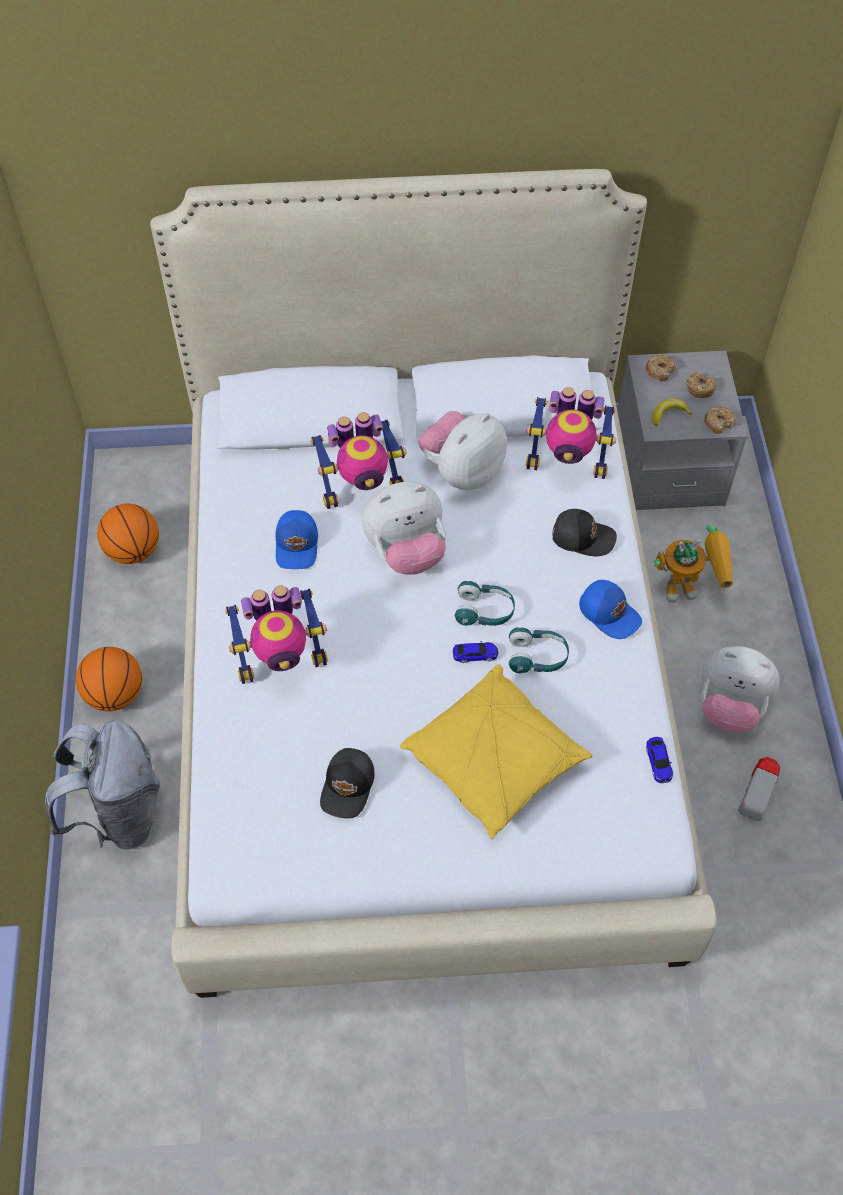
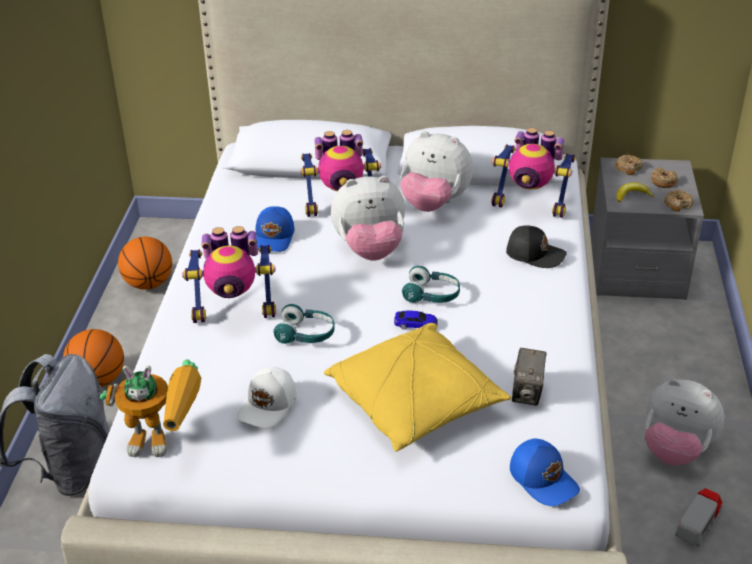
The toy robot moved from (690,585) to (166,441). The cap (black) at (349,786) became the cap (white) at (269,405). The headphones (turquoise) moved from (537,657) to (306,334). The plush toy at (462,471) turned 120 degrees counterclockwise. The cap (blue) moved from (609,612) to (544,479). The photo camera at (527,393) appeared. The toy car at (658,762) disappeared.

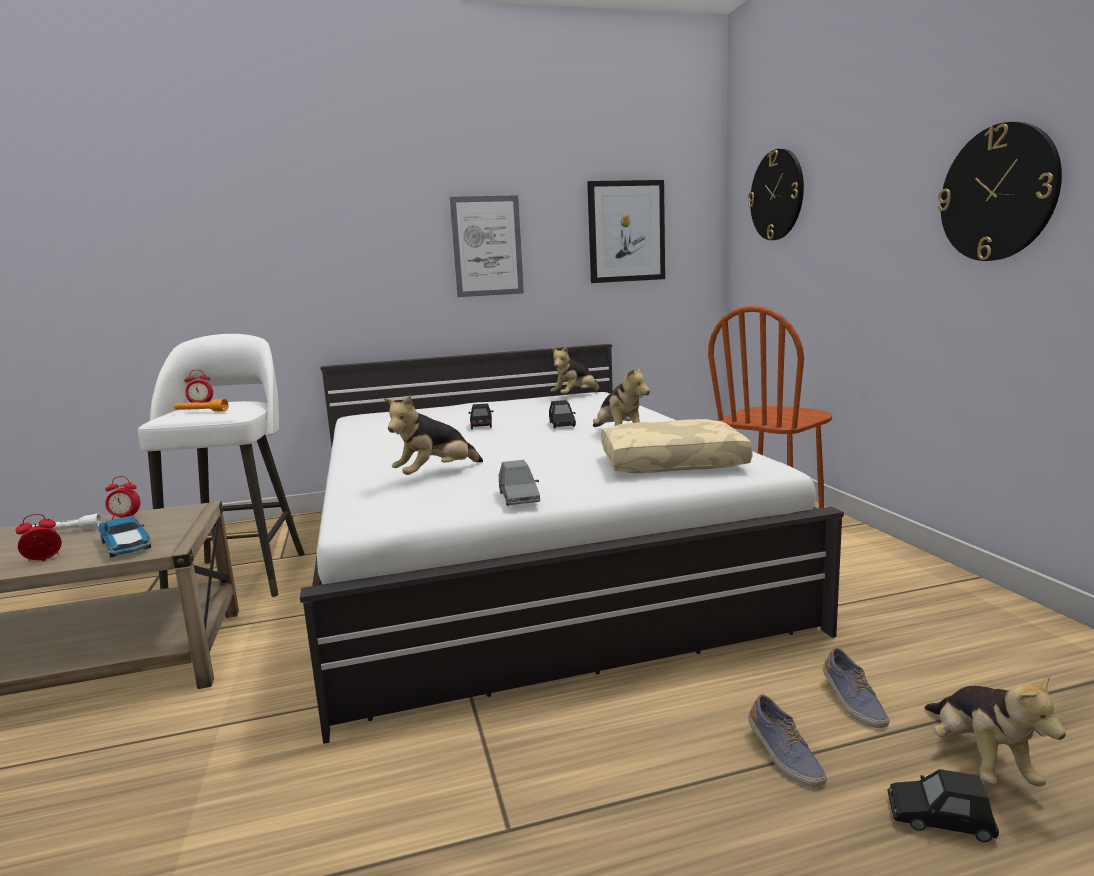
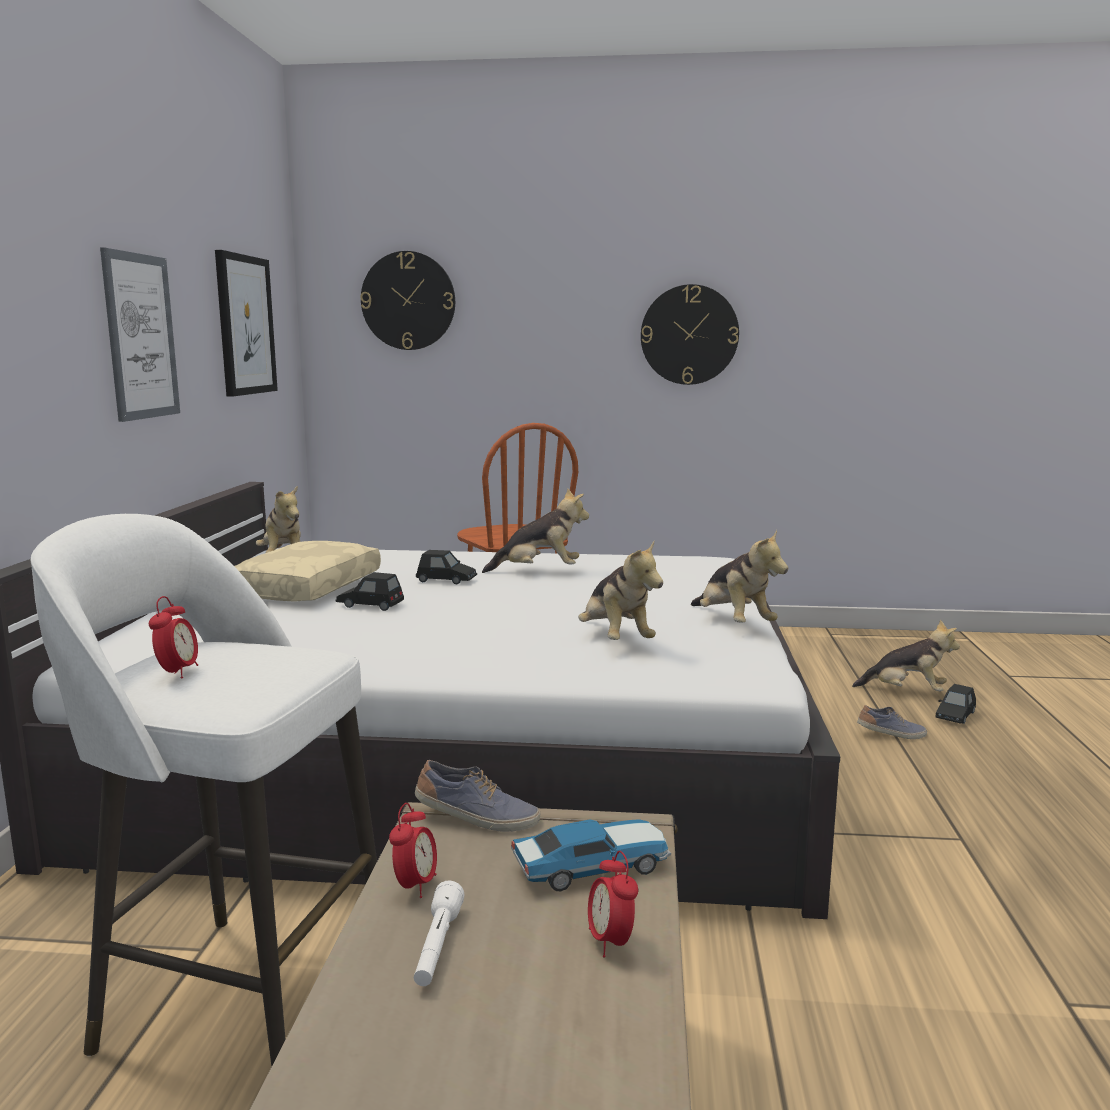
The pillow (beige) moved from (673,463) to (306,587). The shoe moved from (852,702) to (476,819). The toy car (grey) at (519,498) was replaced by the plush toy at (733,623). The flashlight (orange) at (201,411) disappeared.

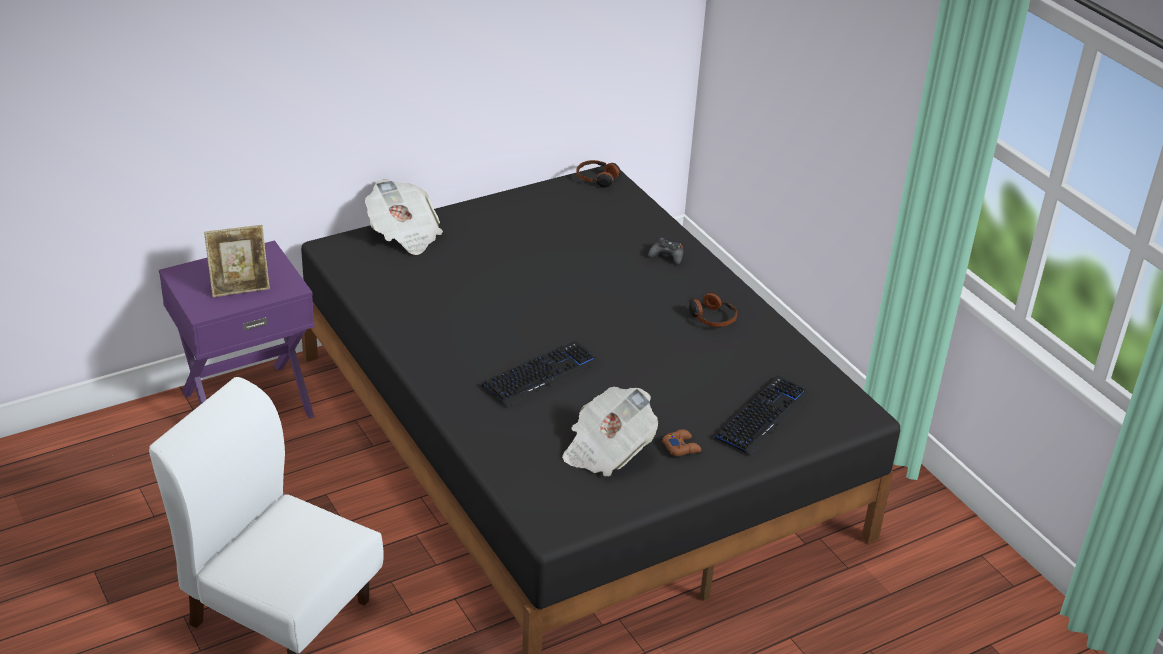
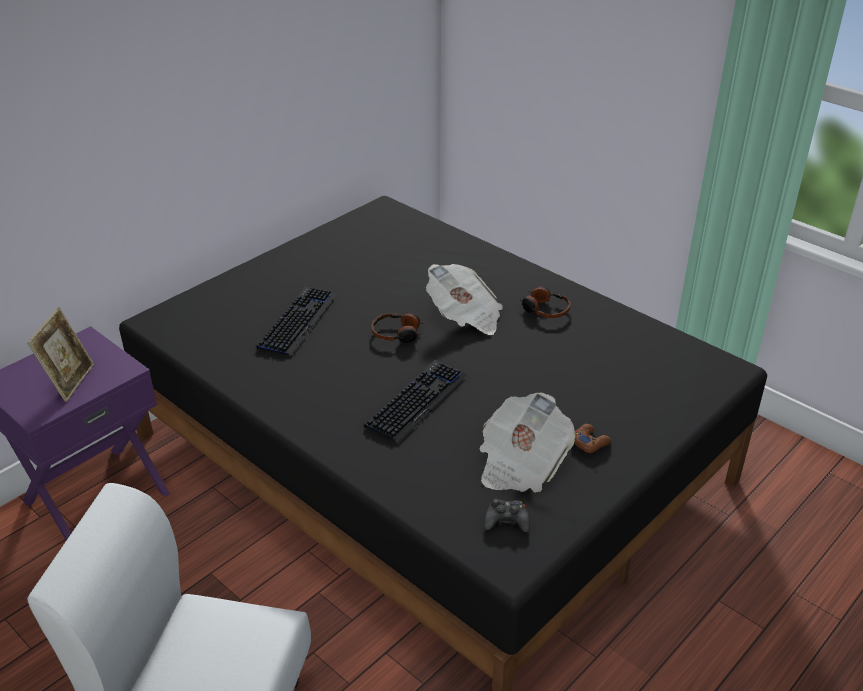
The picture frame at (240,287) turned 45 degrees counterclockwise. The keyboard moved from (762,416) to (297,321). The headphones moved from (598,179) to (397,334). The newspaper moved from (404,234) to (465,316). The game controller (black) moved from (667,256) to (506,521).

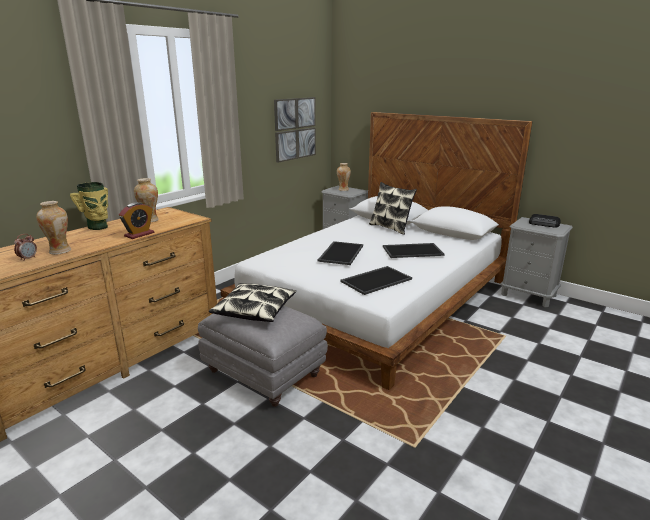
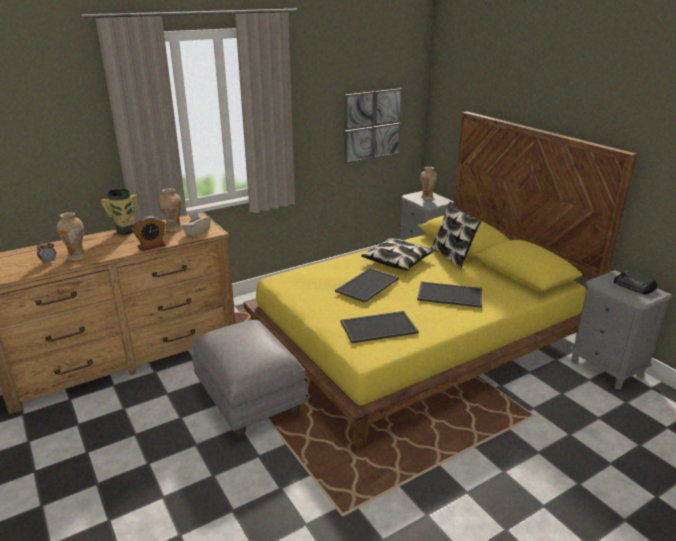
The tissue box (beige) at (197,232) appeared. The bed (white) at (377,300) became the bed (yellow) at (416,338). The pillow moved from (255,310) to (397,260).

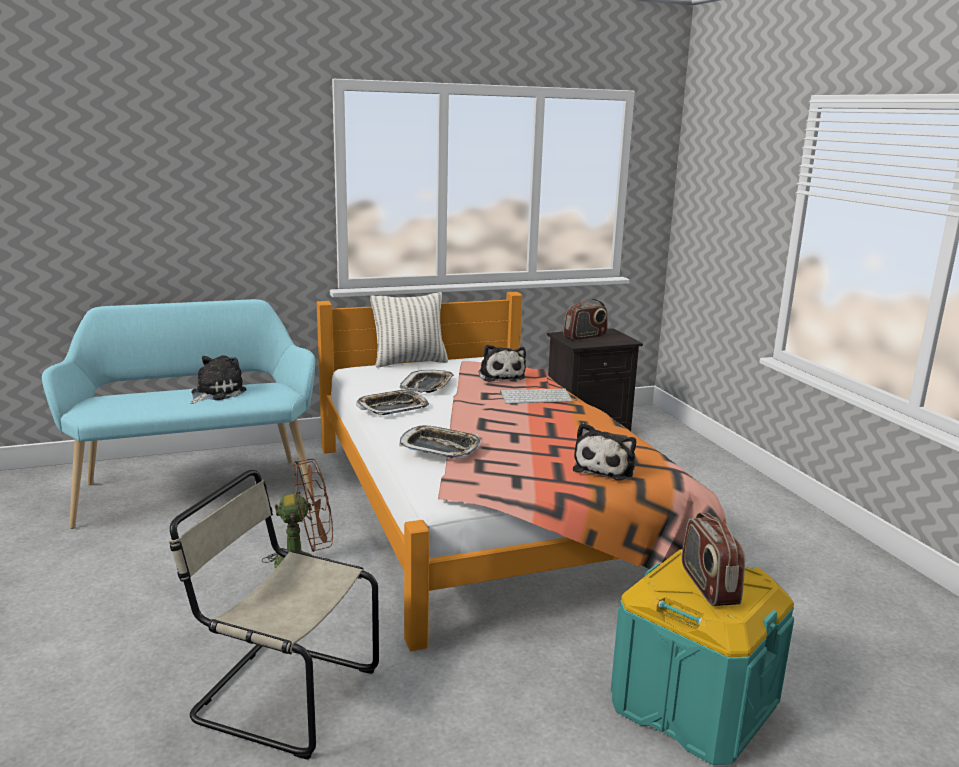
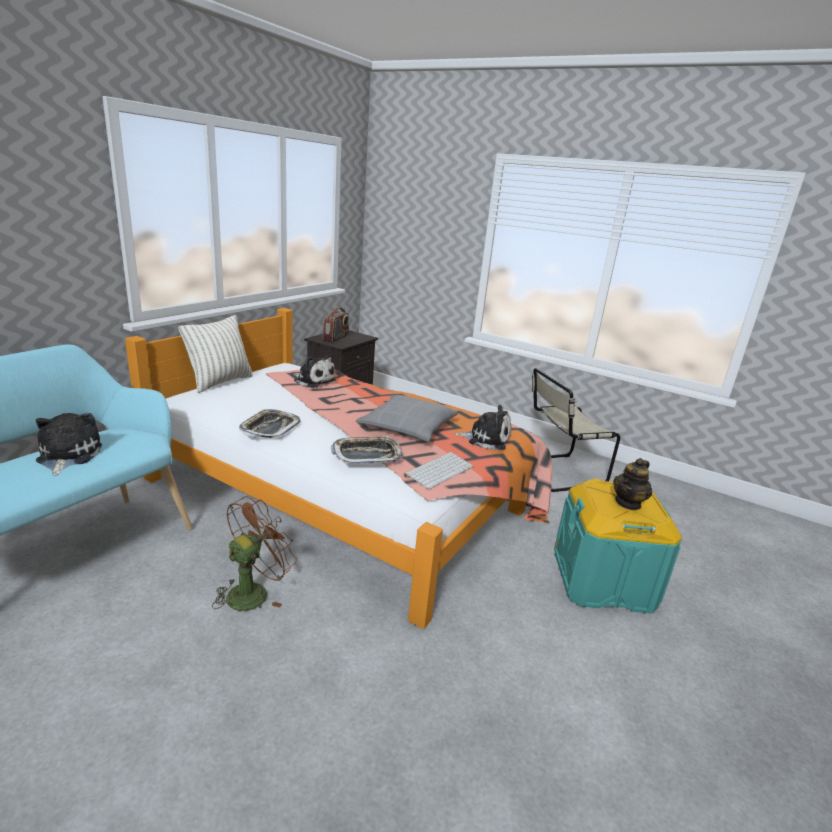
The pillow (grey) at (408,427) appeared. The keyboard moved from (536,397) to (439,470). The plush toy at (606,468) turned 60 degrees counterclockwise. The chair (beige) moved from (280,694) to (557,473). The radio at (708,585) was replaced by the teapot at (628,503). The tray at (427,386) disappeared.

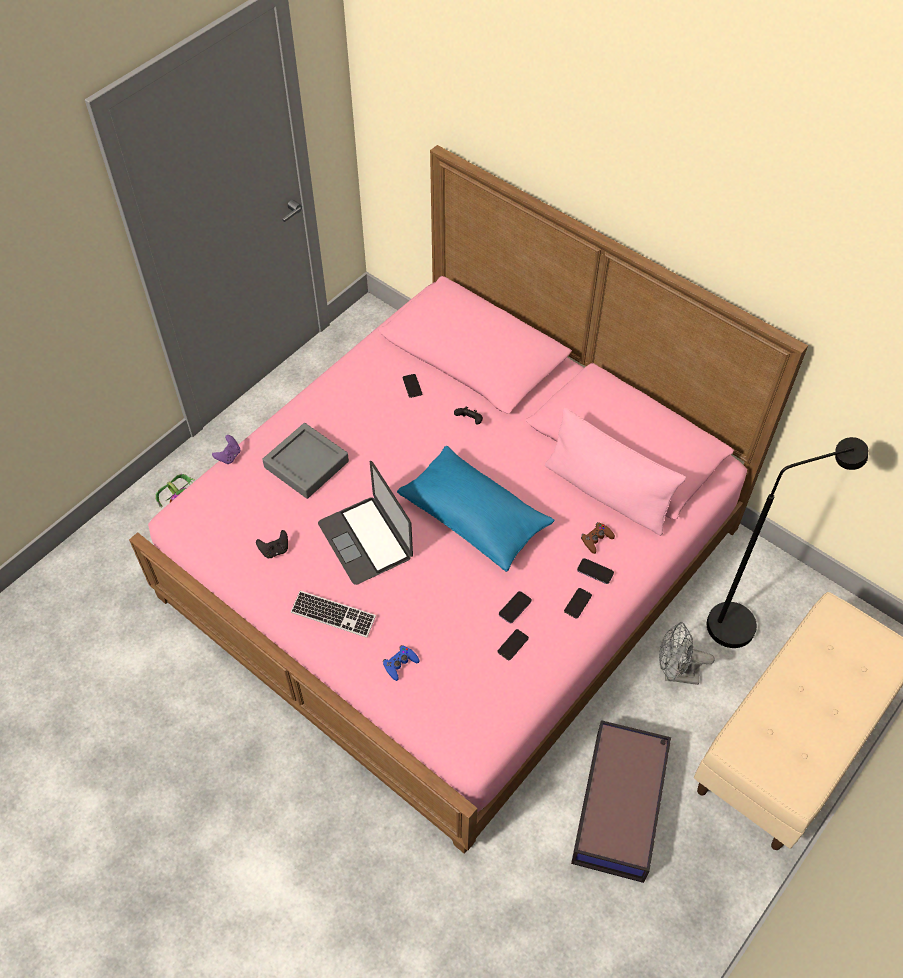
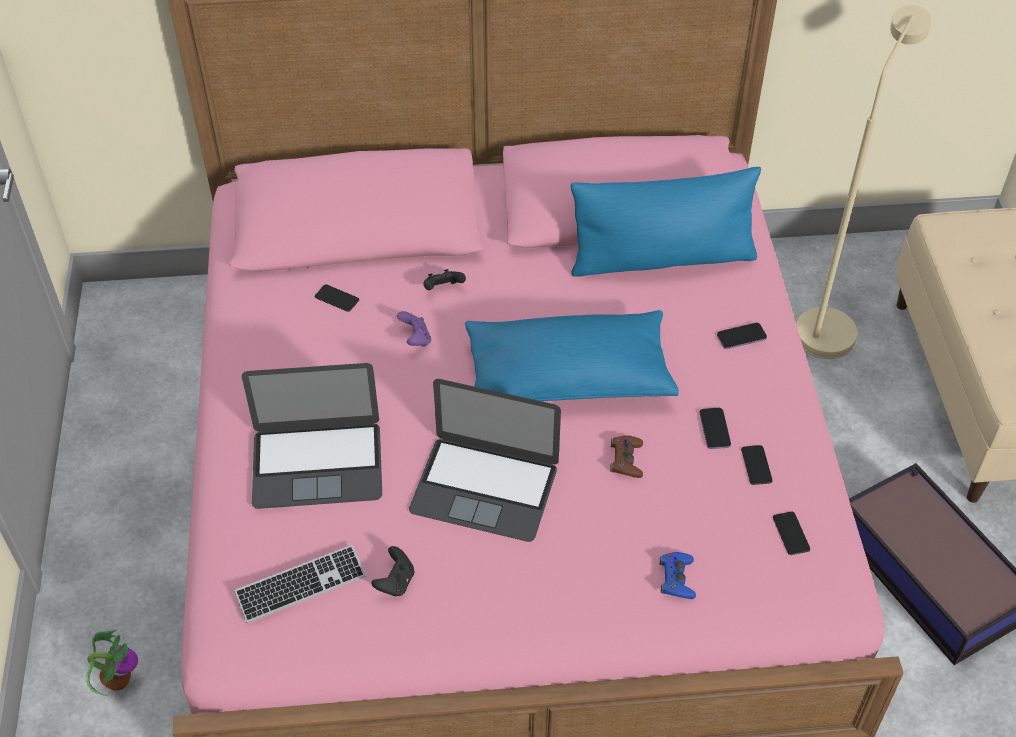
The keyboard moved from (333,615) to (301,585). The tray (grey) at (306,464) was replaced by the laptop at (317,464). The game controller (purple) moved from (229,456) to (415,339). The pillow (pink) at (607,493) became the pillow (blue) at (662,258). The game controller (brown) moved from (596,539) to (626,460). The phone moved from (577,603) to (791,533). The floor lamp (black) at (742,621) became the floor lamp (beige) at (828,323). The fan (grey) at (675,673) disappeared.

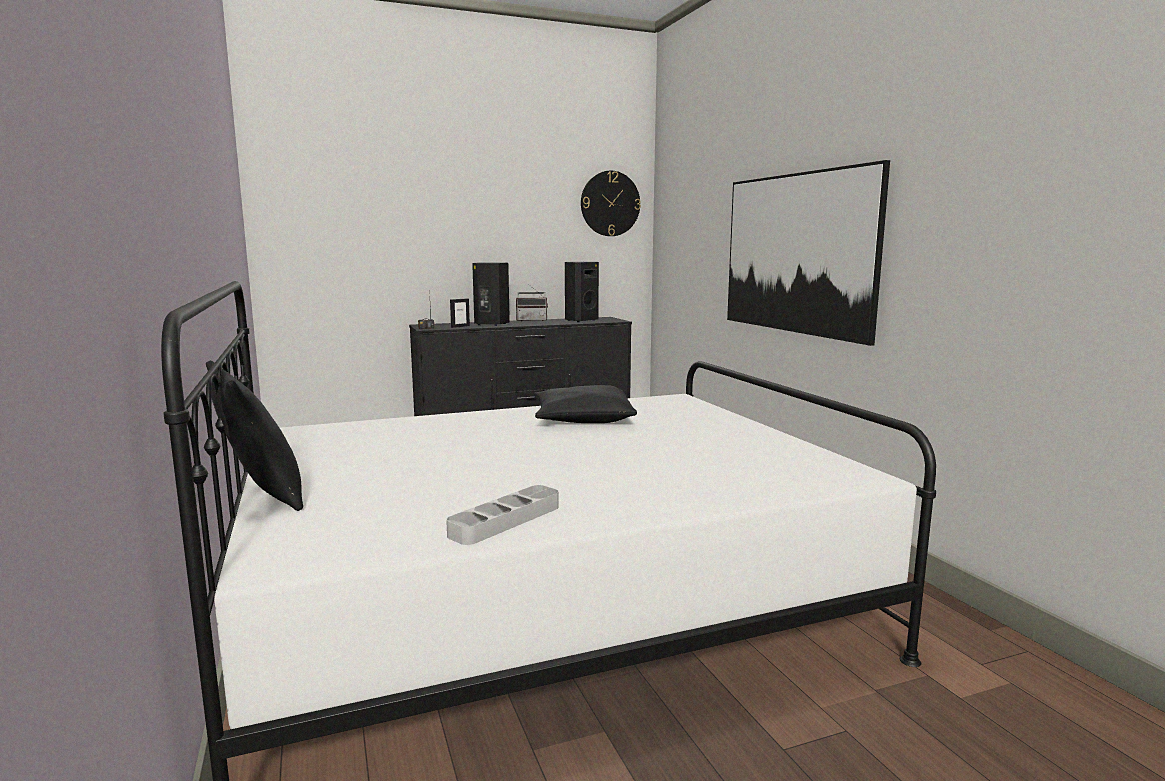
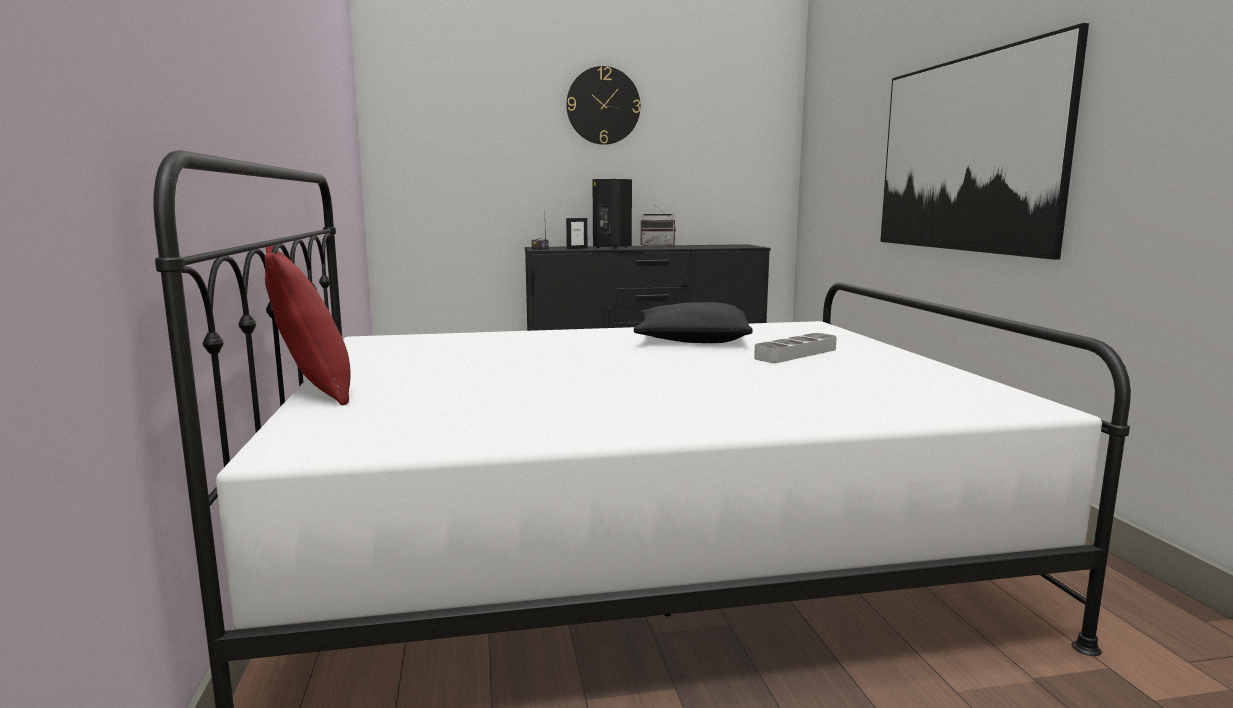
The pillow (black) at (260,494) became the pillow (red) at (312,389). The wall clock moved from (610,203) to (603,106). The tray (grey) moved from (505,520) to (796,354). The speaker (black) at (580,320) disappeared.

